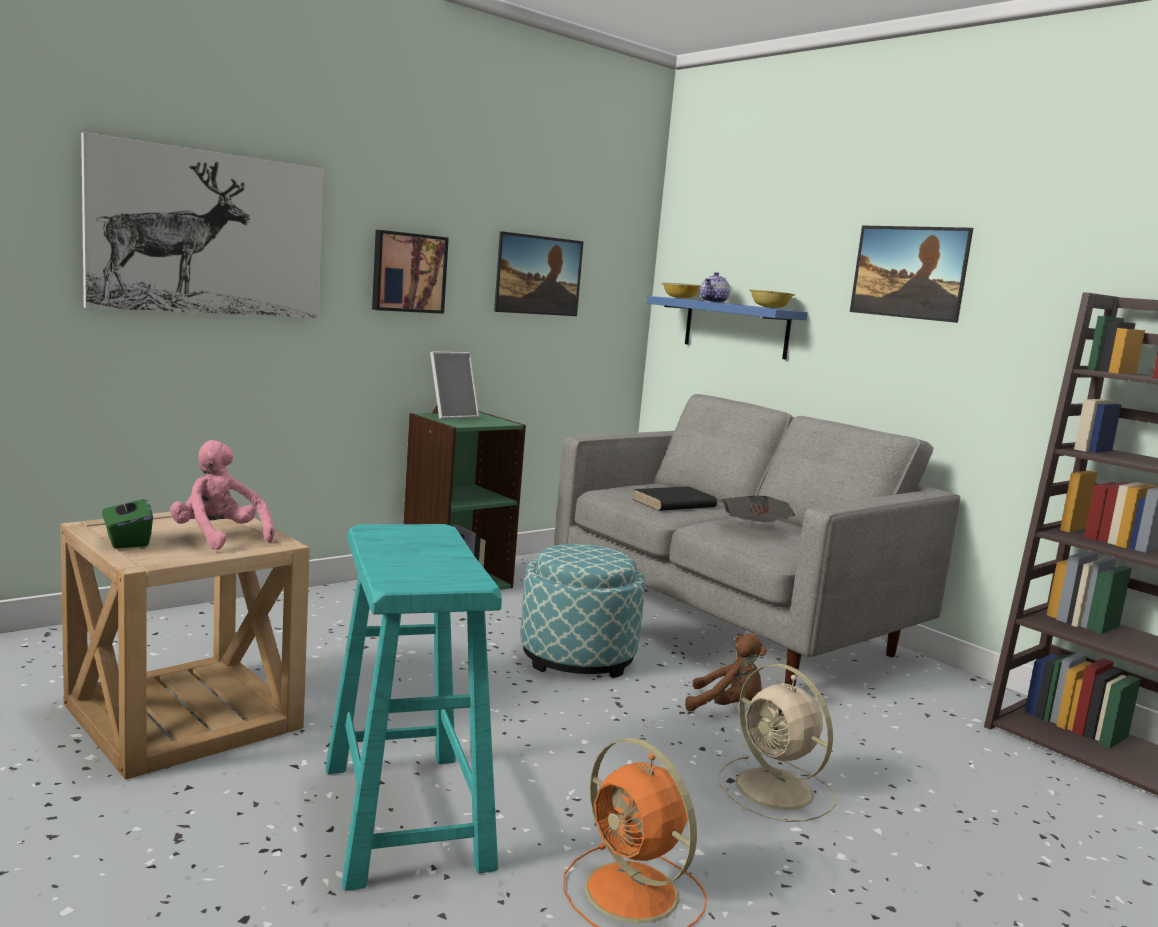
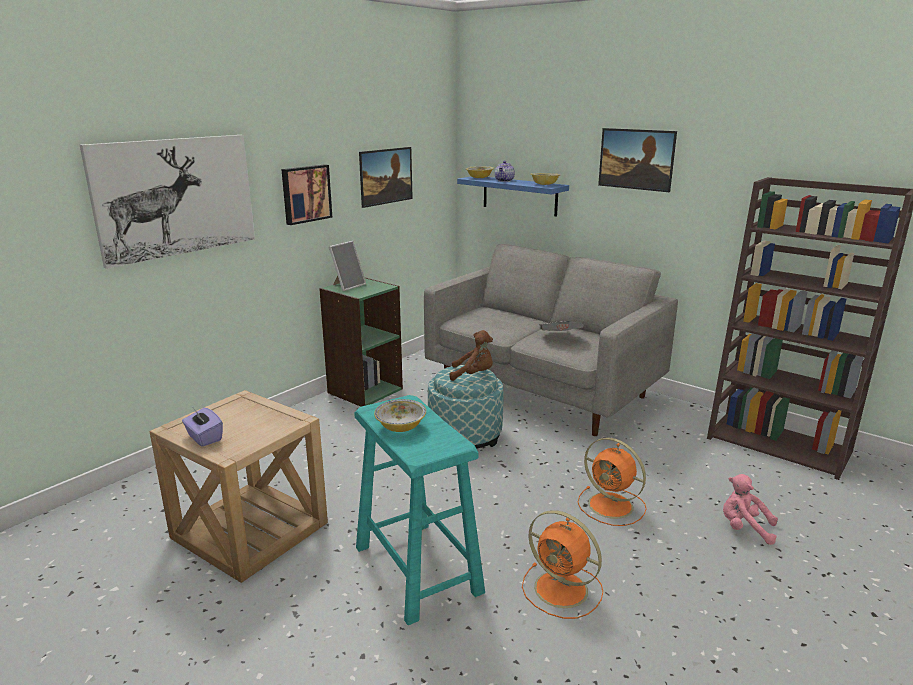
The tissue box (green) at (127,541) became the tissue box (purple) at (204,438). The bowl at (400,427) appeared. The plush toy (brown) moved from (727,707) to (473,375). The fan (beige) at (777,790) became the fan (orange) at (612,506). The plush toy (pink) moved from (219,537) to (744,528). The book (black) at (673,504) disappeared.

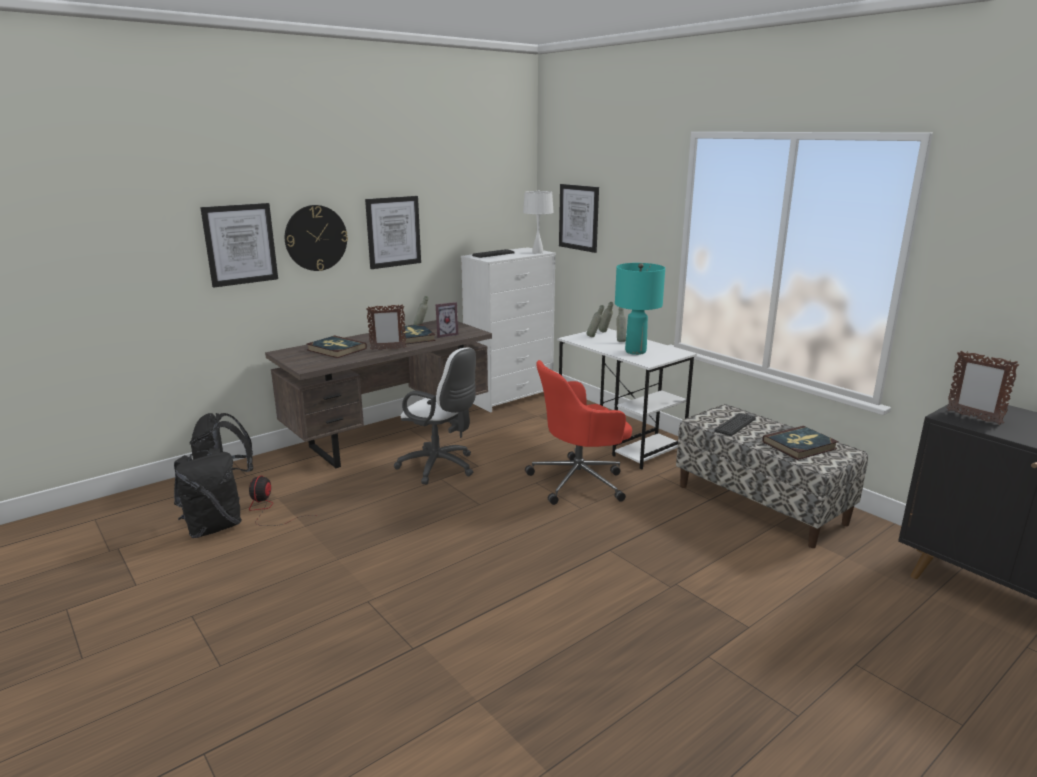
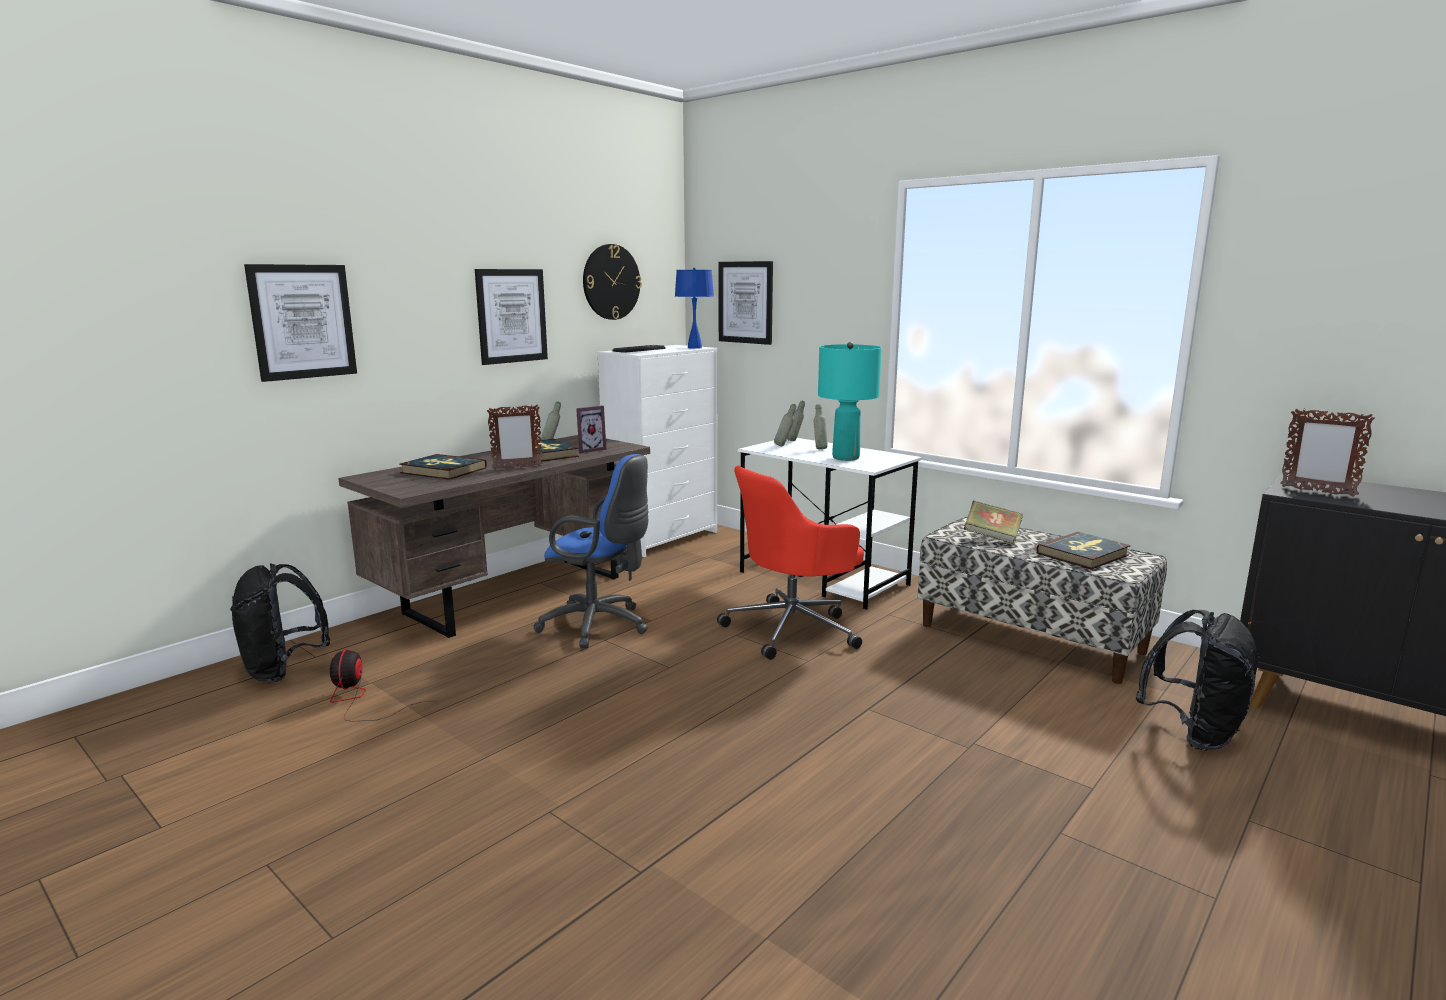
The office chair (white) at (441,467) became the office chair (blue) at (600,626). The wall clock moved from (316,238) to (611,282). The table lamp (white) at (538,252) became the table lamp (blue) at (695,347). The keyboard at (735,425) was replaced by the book at (992,537). The backpack (black) moved from (213,527) to (1193,733).

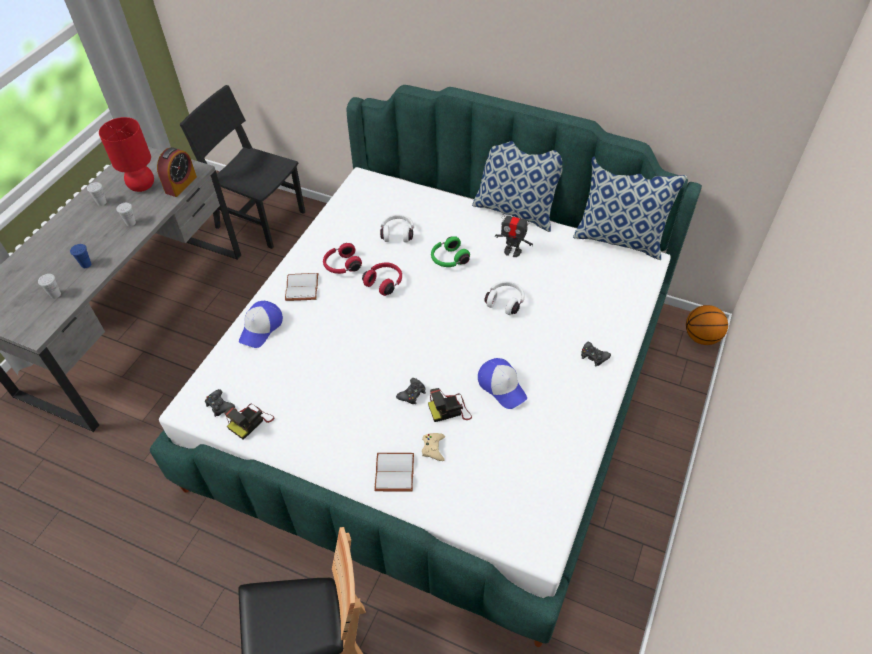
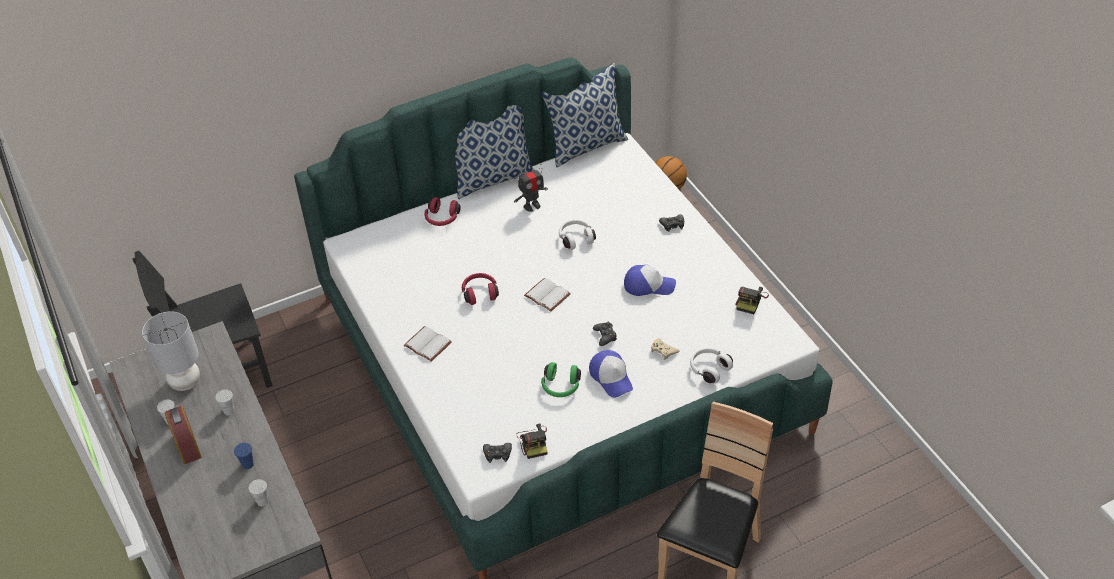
The table lamp (red) at (142,186) became the table lamp (grey) at (185,382). The alarm clock moved from (181,185) to (187,446). The headphones (red) moved from (342,265) to (442,219). The book (white) moved from (393,472) to (546,296). The headphones (green) moved from (448,259) to (560,387). The cap moved from (261,328) to (611,377). The headphones (white) moved from (397,233) to (709,369). The photo camera moved from (450,410) to (750,301).

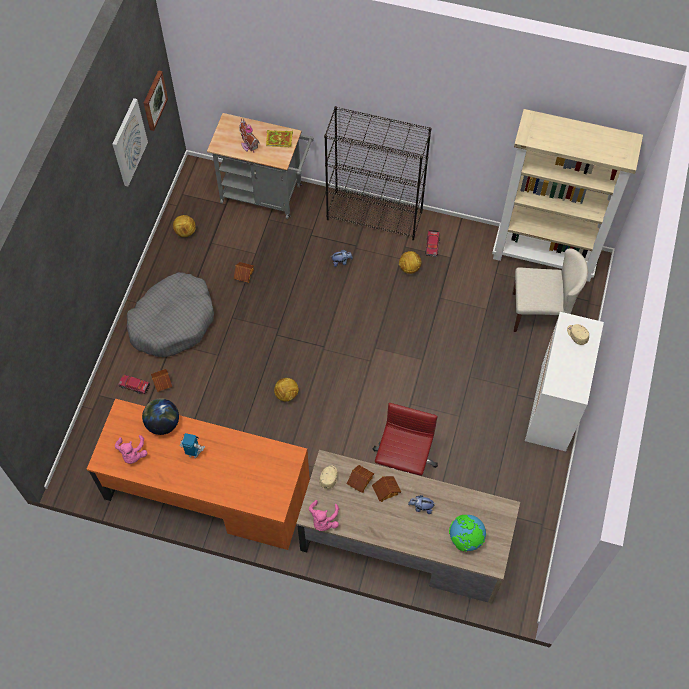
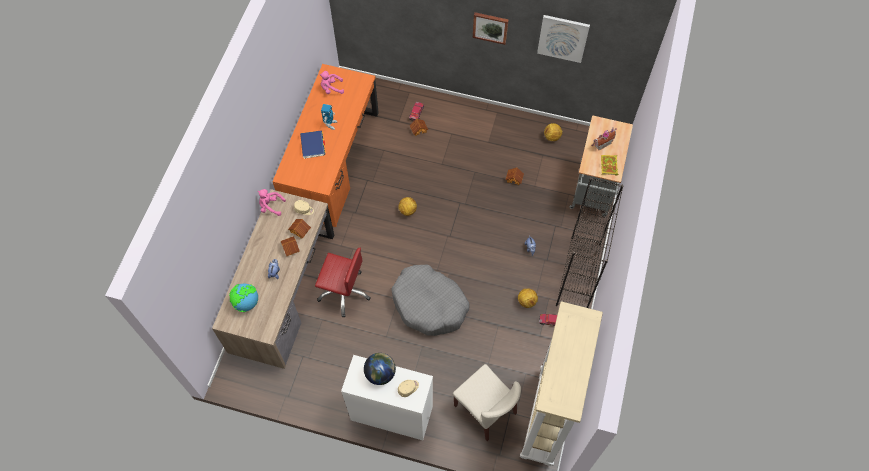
The book (blue) at (313,145) appeared. The globe moved from (163,423) to (380,373). The dog bed (grey) moved from (173,321) to (429,304). The chair (beige) at (540,312) turned 45 degrees counterclockwise. The picture moved from (154,100) to (490,27).

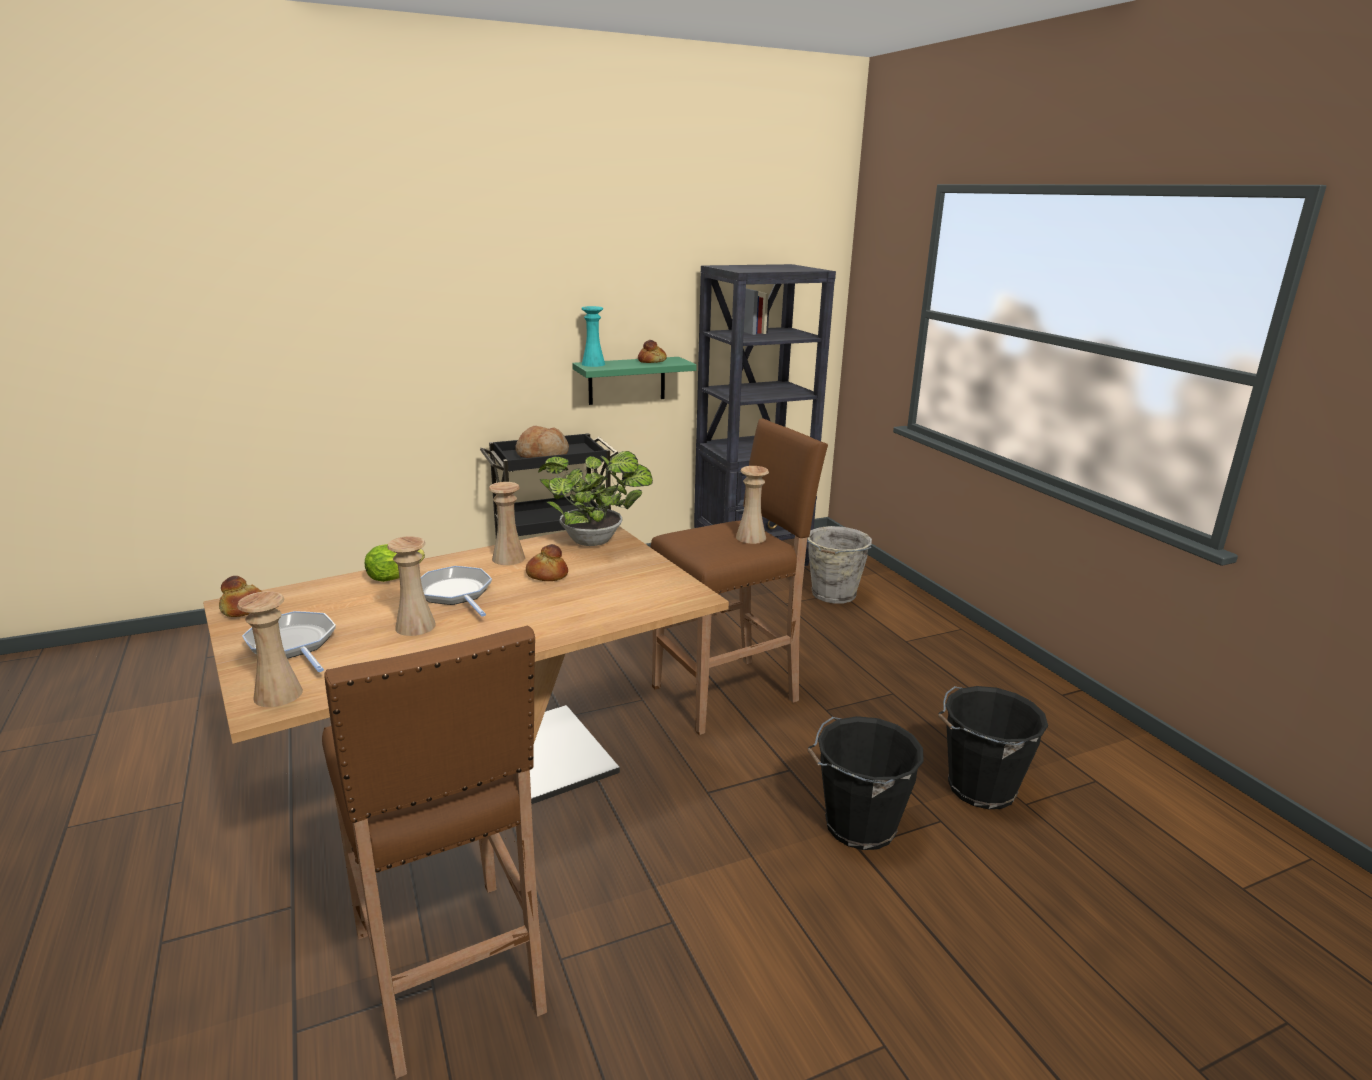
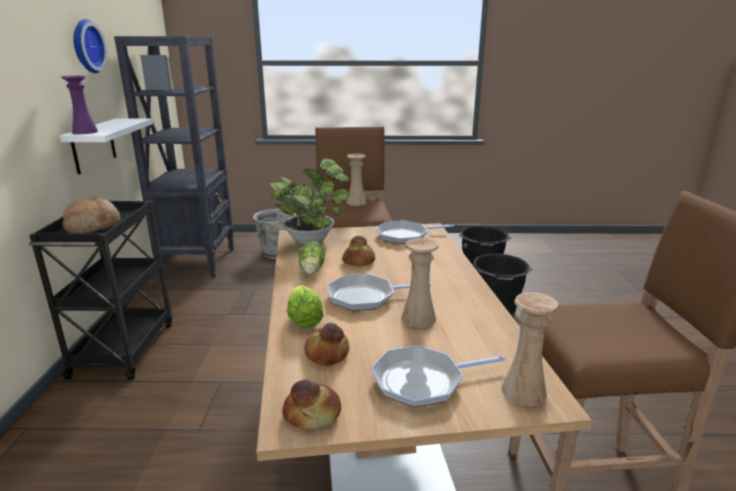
The shelf (green) at (627,380) became the shelf (white) at (93,146). The vase (turquoise) at (593,364) became the vase (purple) at (85,132). The wall clock at (85,46) appeared. The vase (beige) at (508,558) was replaced by the lettuce at (311,270). The bread moved from (652,361) to (327,353). The frying pan at (405,236) appeared.

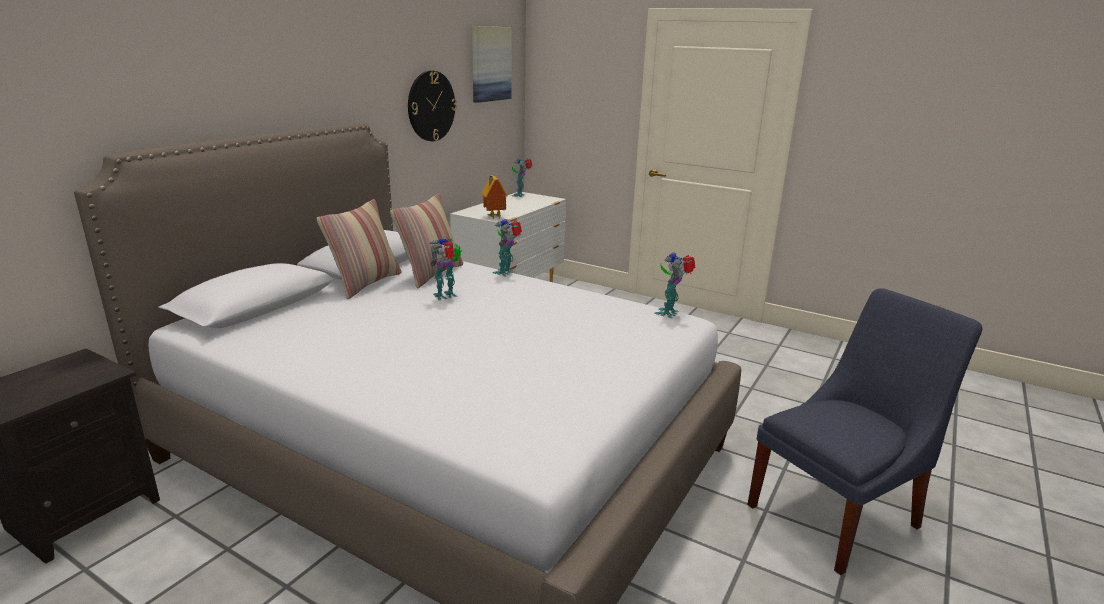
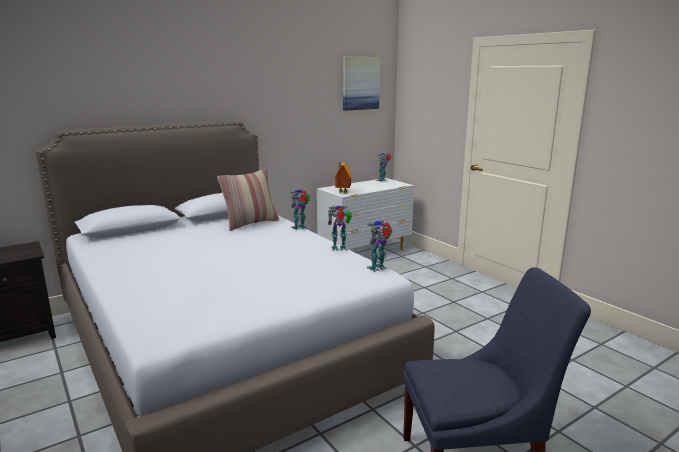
The toy robot moved from (446,296) to (340,249). The pillow at (365,283) disappeared. The wall clock at (431,106) disappeared.

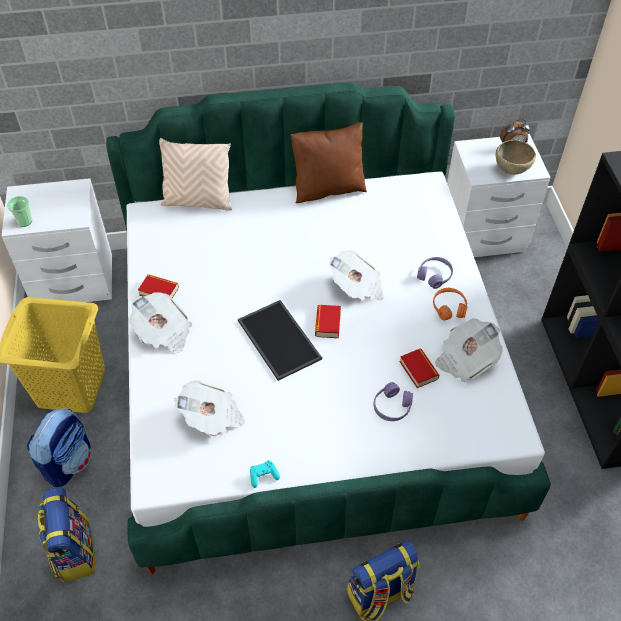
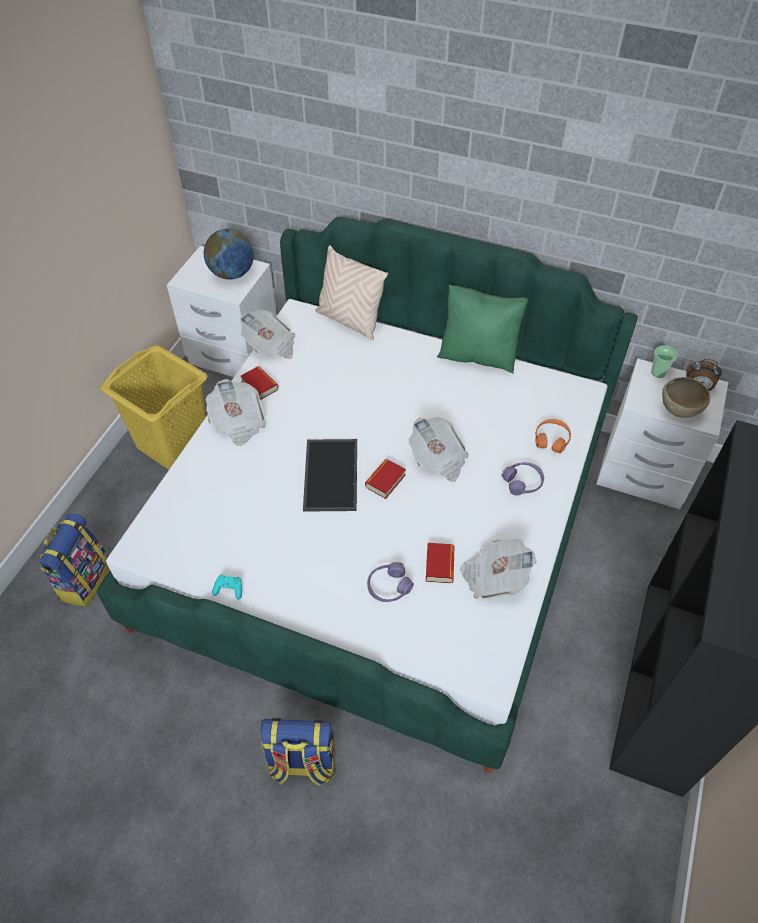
The globe at (232,274) appeared. The newspaper moved from (212,417) to (270,346). The pillow (brown) at (328,188) became the pillow (green) at (478,355). The headphones (orange) moved from (449,308) to (551,440). The cup moved from (25,221) to (658,372). The backpack at (68,461) disappeared.

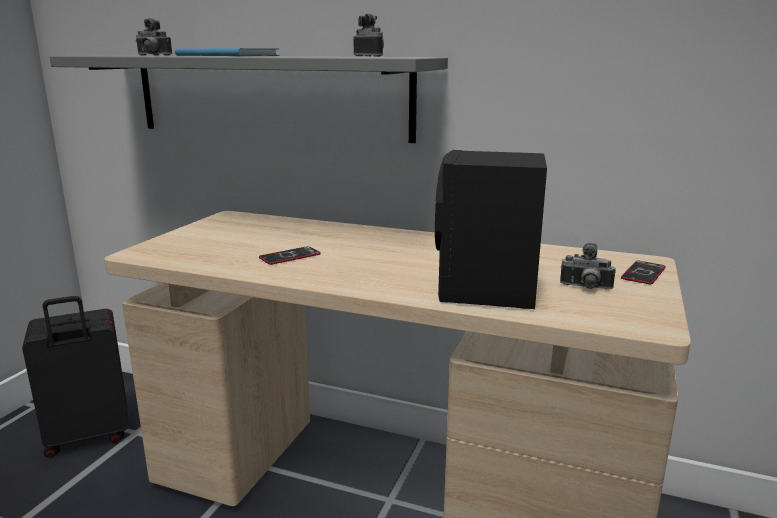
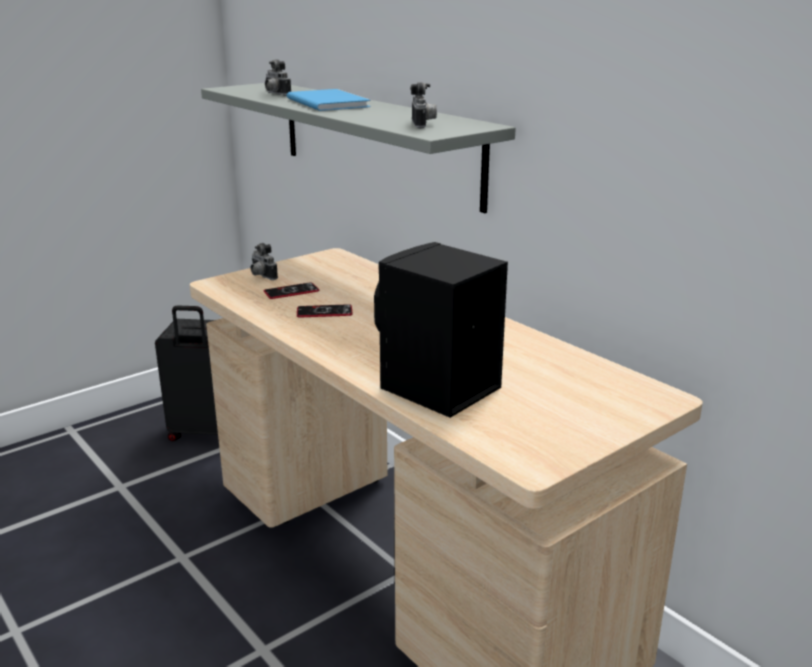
The photo camera moved from (585,288) to (261,276). The phone moved from (643,273) to (291,292).

